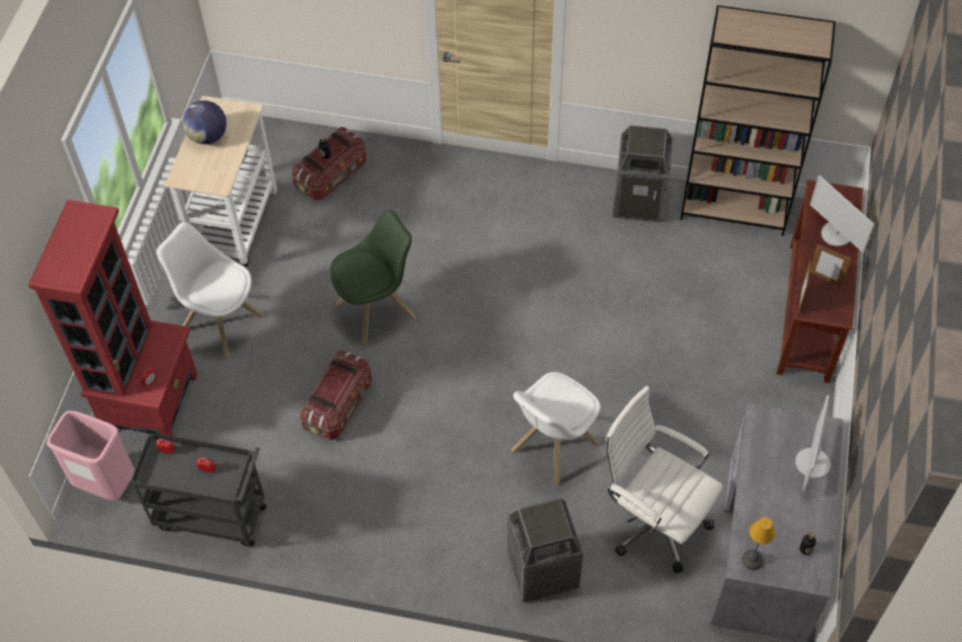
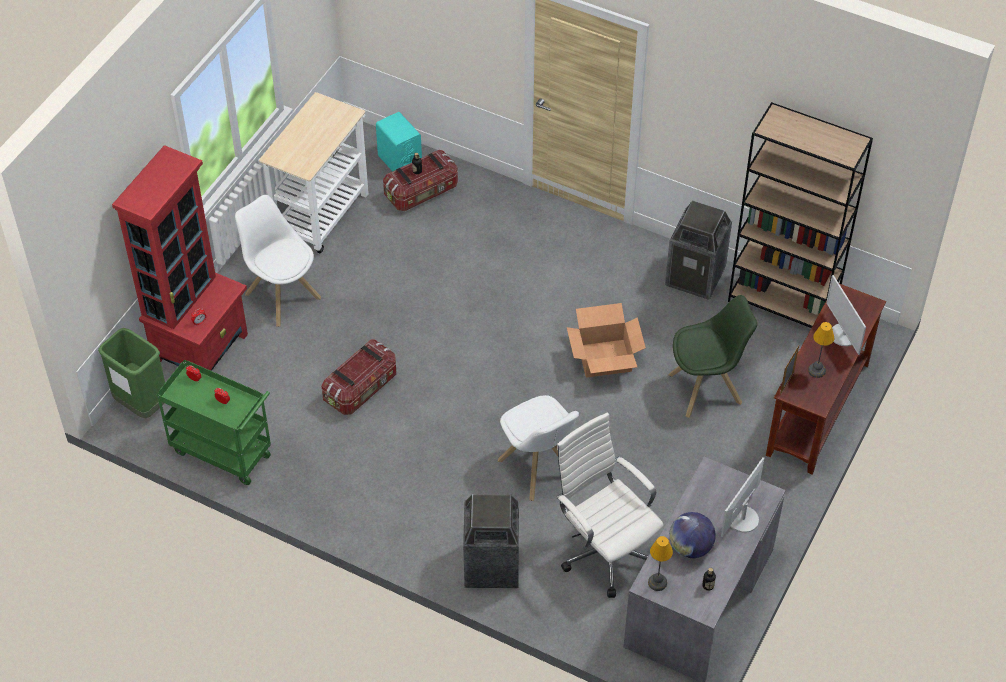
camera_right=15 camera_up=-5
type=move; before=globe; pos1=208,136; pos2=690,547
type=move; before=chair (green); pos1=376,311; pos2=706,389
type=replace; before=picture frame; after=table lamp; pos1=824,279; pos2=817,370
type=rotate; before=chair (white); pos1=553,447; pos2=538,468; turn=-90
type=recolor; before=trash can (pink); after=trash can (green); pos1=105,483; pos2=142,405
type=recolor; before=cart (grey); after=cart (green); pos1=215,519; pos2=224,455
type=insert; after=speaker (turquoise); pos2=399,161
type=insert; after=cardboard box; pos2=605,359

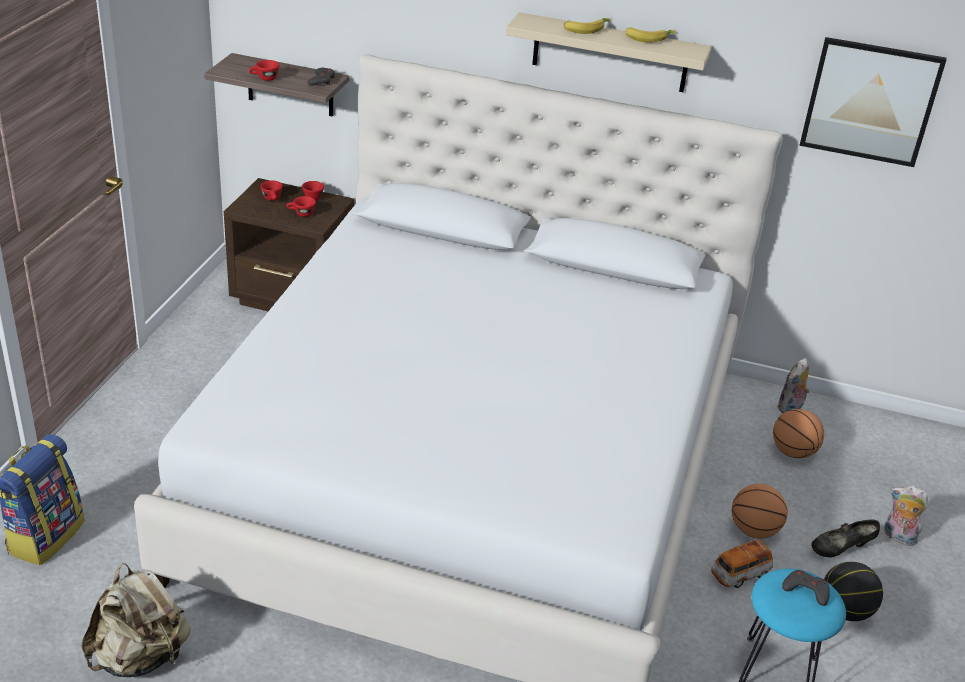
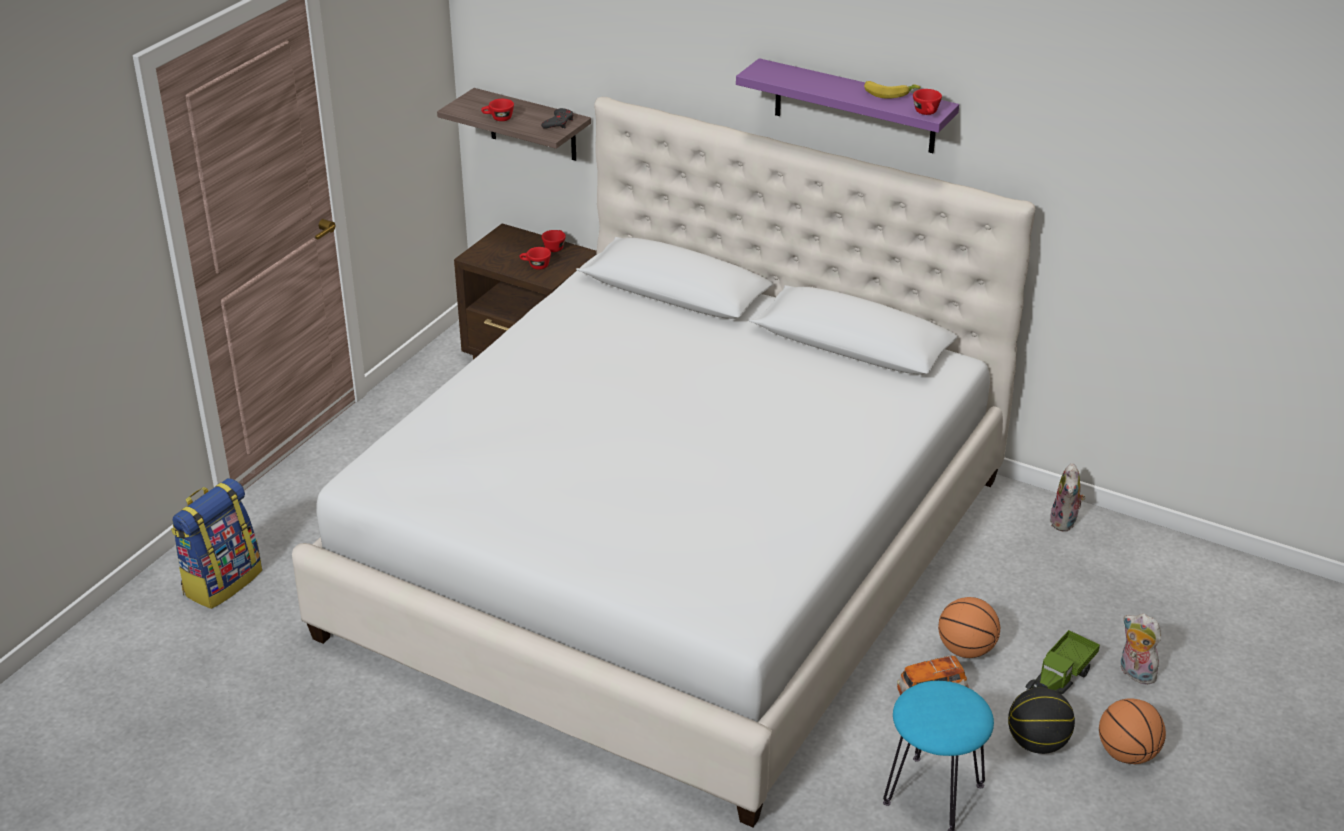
camera_right=15 camera_up=0
type=recolor; before=shelf (beige); after=shelf (purple); pos1=610,53; pos2=854,107
type=delete; before=banana; pos1=585,29
type=delete; before=picture; pos1=870,102
type=move; before=cup (red); pos1=273,199; pos2=927,113
type=rotate; before=plush toy; pos1=790,408; pos2=1065,522; turn=-45
type=move; before=basketball; pos1=793,452; pos2=1127,754
type=replace; before=shoe (black); after=toy truck; pos1=841,549; pos2=1060,680
type=delete; before=backpack (beige); pos1=140,657
type=delete; before=game controller (grey); pos1=806,590

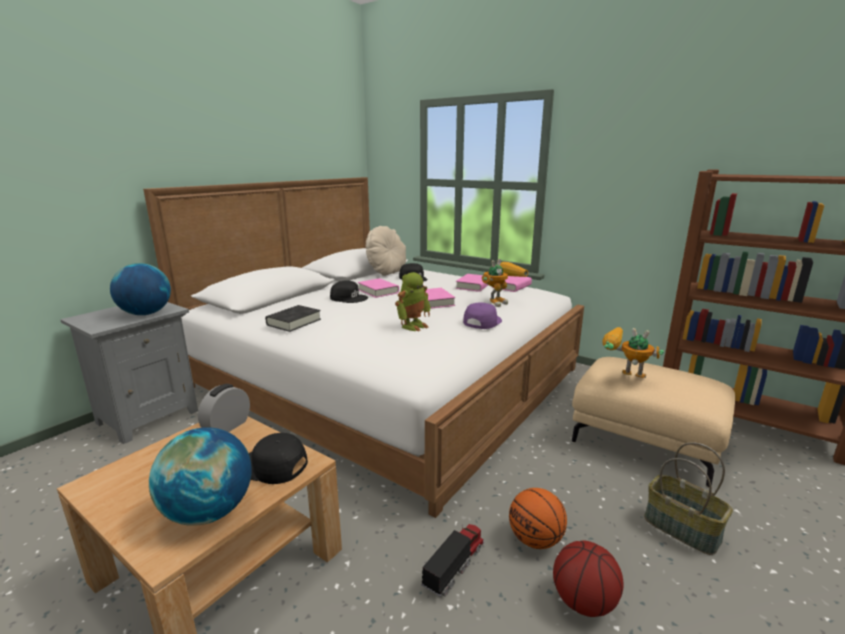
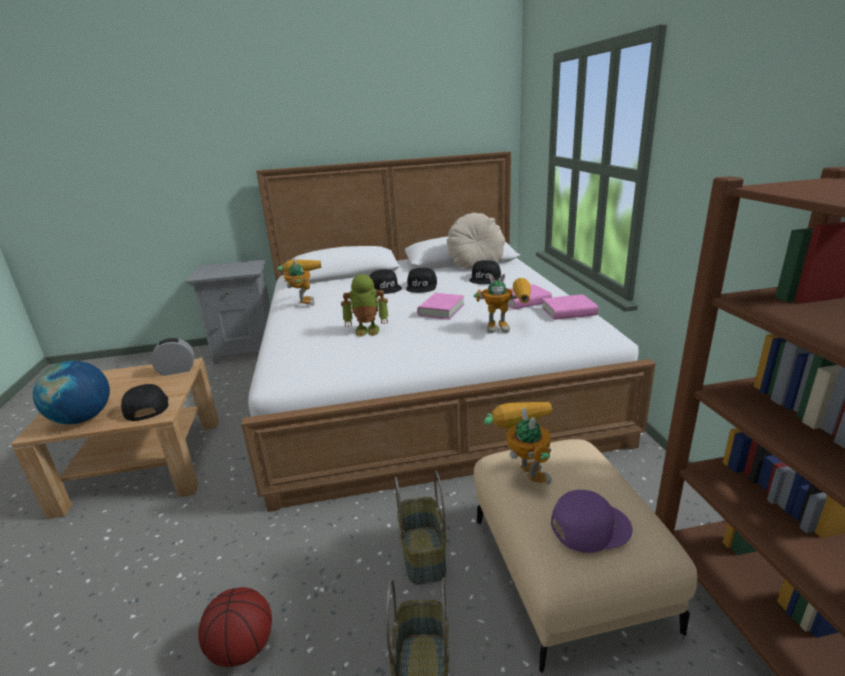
camera_right=45 camera_up=5
type=delete; before=globe; pos1=146,314
type=replace; before=book (pink); after=cap (black); pos1=378,291; pos2=422,286
type=move; before=cap (purple); pos1=481,321; pos2=589,526
type=replace; before=book (black); after=toy robot; pos1=294,322; pos2=303,301
type=delete; before=basketball; pos1=535,539
type=delete; before=toy truck; pos1=455,565
type=insert; after=basket; pos2=424,555

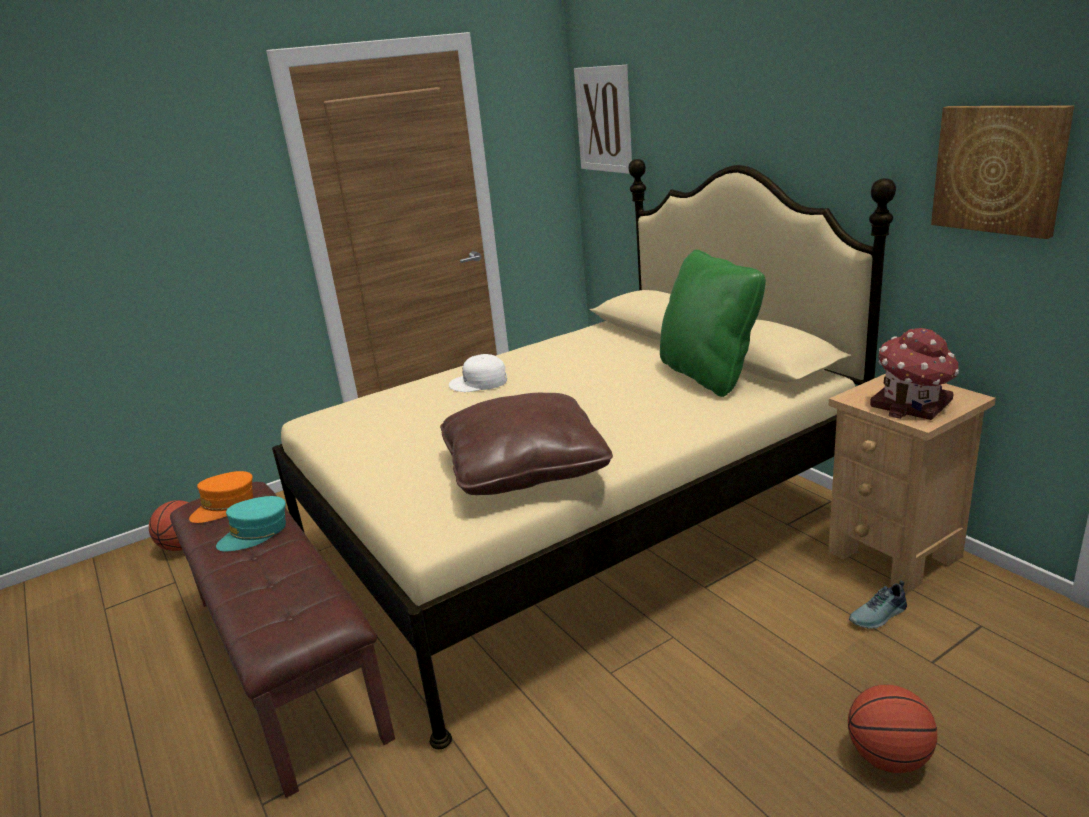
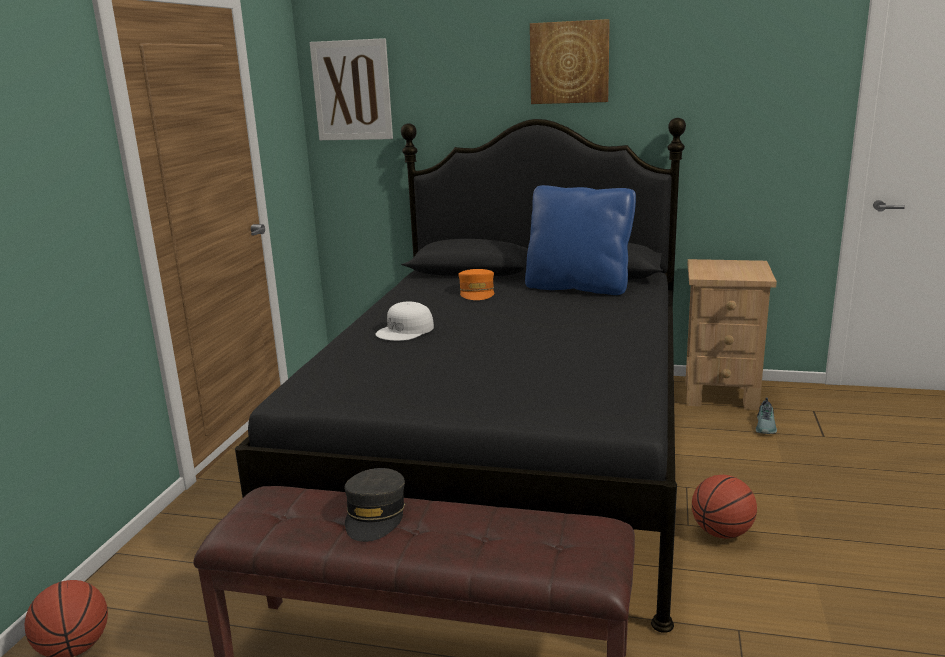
camera_right=-45 camera_up=-5
type=move; before=picture; pos1=999,169; pos2=569,62
type=recolor; before=bed (beige); after=bed (black); pos1=577,530; pos2=507,456
type=recolor; before=pillow (green); after=pillow (blue); pos1=708,375; pos2=578,287
type=delete; before=toy house; pos1=912,405
type=delete; before=pillow (brown); pos1=525,468
type=move; before=cap (orange); pos1=225,506; pos2=477,293
type=recolor; before=cap (turquoise); after=cap (grey); pos1=255,533; pos2=375,515
type=move; before=basketball; pos1=888,757; pos2=721,532

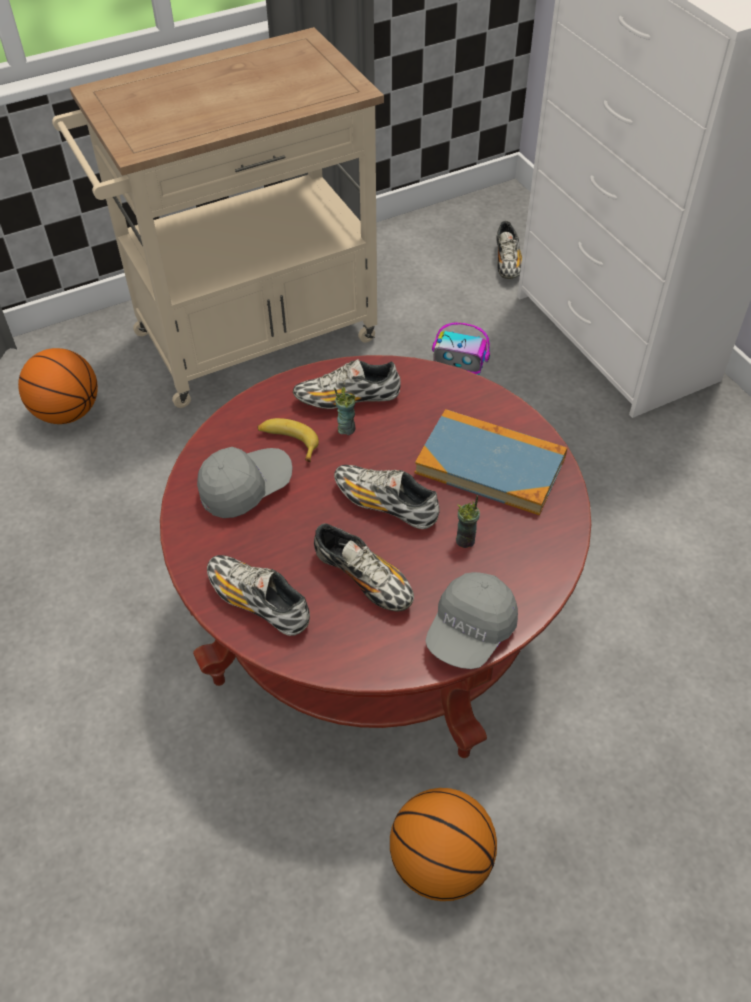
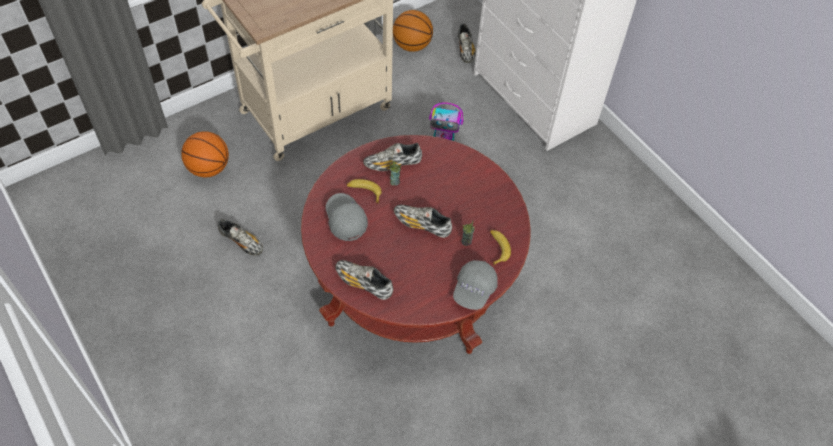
camera_right=-10 camera_up=5
type=delete; before=book; pos1=490,465
type=rotate; before=cap (grey); pos1=245,488; pos2=345,220; turn=-75
type=move; before=shoe; pos1=364,579; pos2=242,242
type=move; before=basketball; pos1=441,863; pos2=412,46
type=insert; after=banana; pos2=497,248

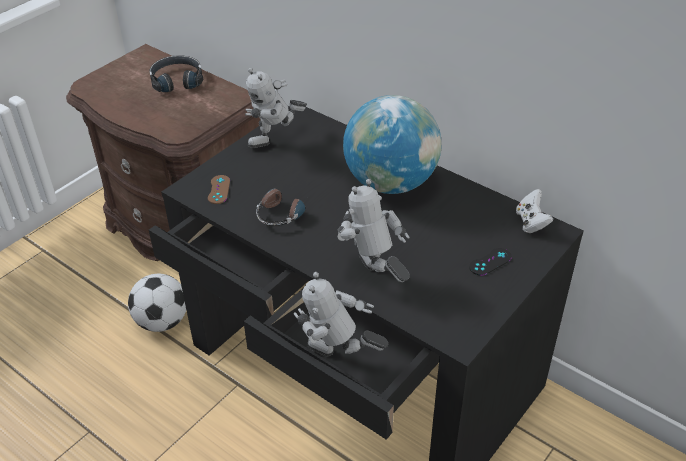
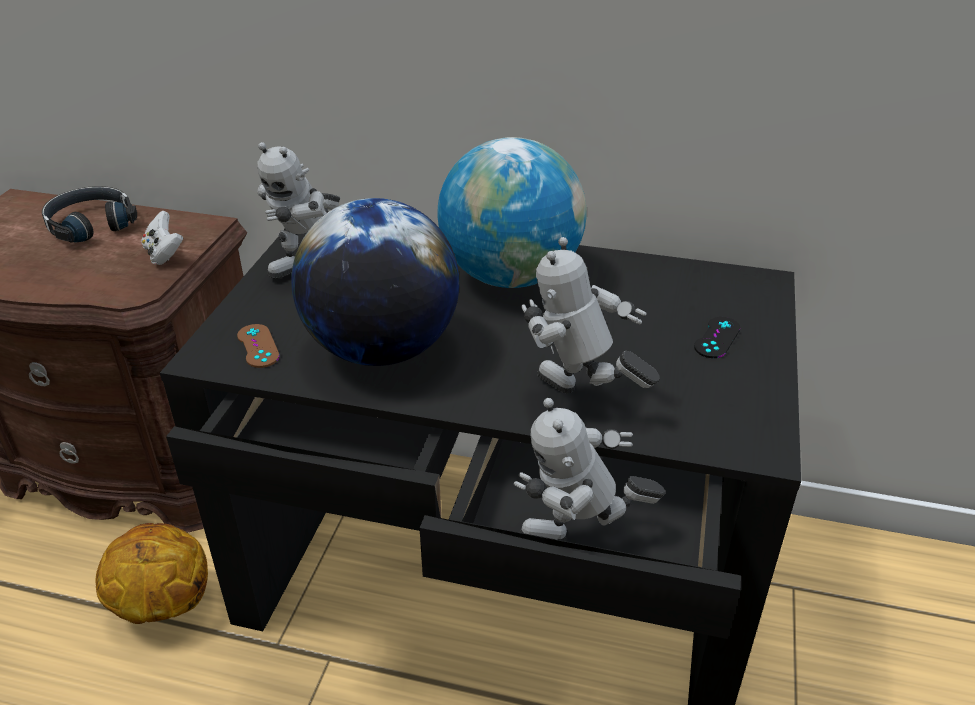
camera_right=-25 camera_up=-5
type=replace; before=headphones; after=globe; pos1=284,211; pos2=382,349
type=move; before=game controller (white); pos1=531,222; pos2=164,254
type=replace; before=football; after=basketball; pos1=162,321; pos2=162,605

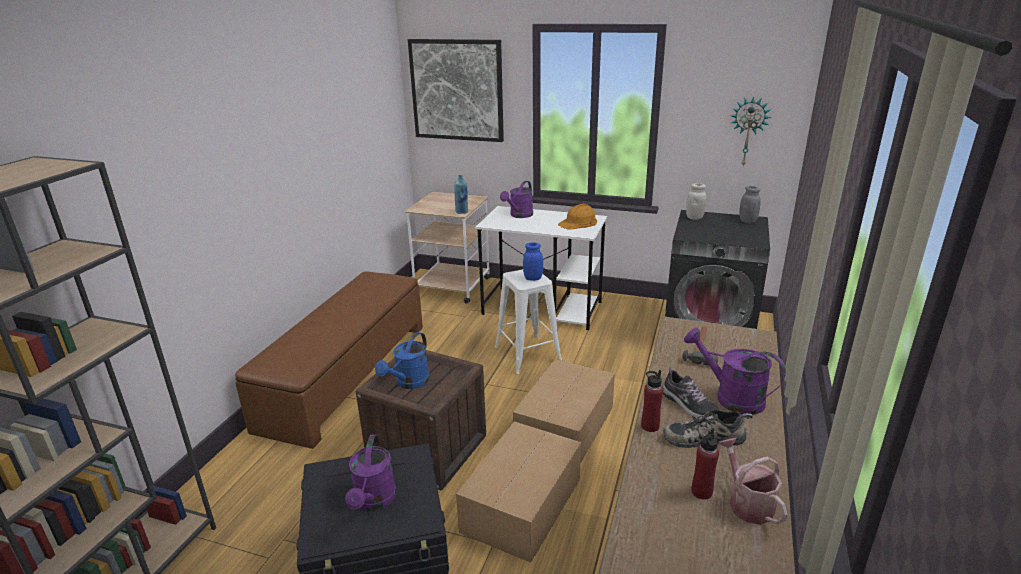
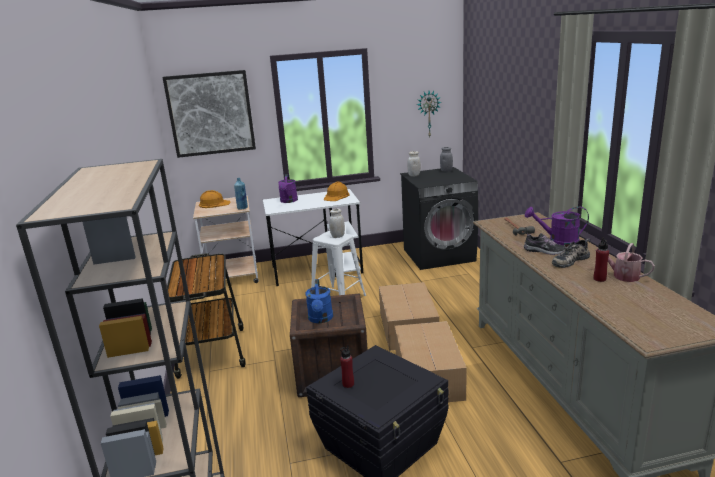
camera_right=-30 camera_up=-5
type=recolor; before=jar (blue); after=jar (white); pos1=533,278; pos2=337,236
type=replace; before=bench (brown); after=cart; pos1=346,373; pos2=212,354
type=move; before=bottle (red); pos1=650,426; pos2=348,384
type=delete; before=watering can (purple); pos1=374,501
type=insert; after=hard hat (orange); pos2=214,204

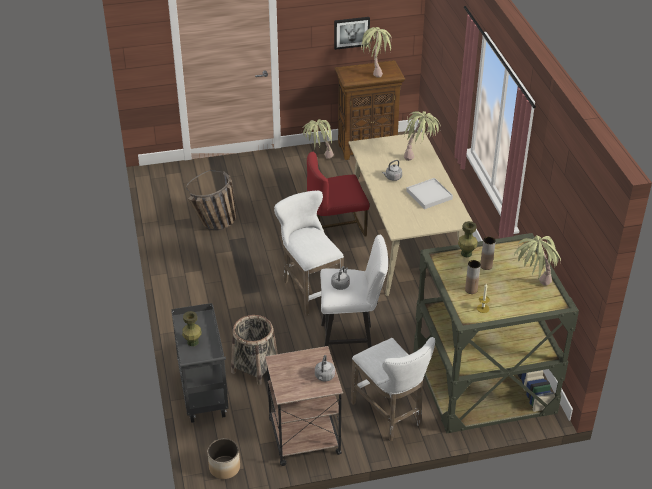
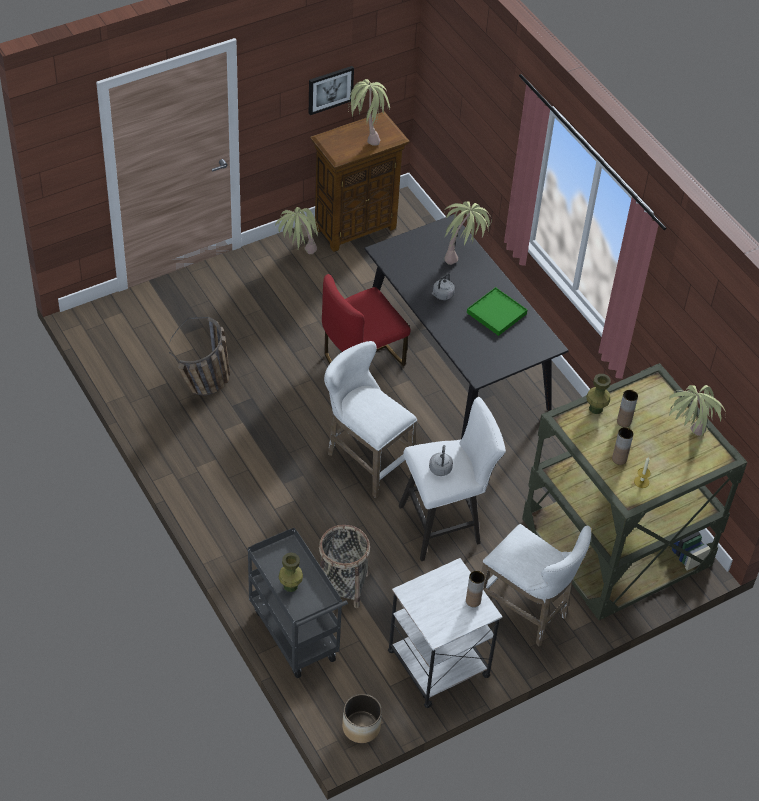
camera_right=-20 camera_up=10
type=recolor; before=dining table (beige); after=dining table (black); pos1=405,242; pos2=457,364
type=recolor; before=tray (white); after=tray (green); pos1=429,195; pos2=496,313
type=recolor; before=cart (brown); after=cart (white); pos1=303,437; pos2=437,665
type=replace; before=kettle (grey); after=vase (brown); pos1=324,377; pos2=473,601

